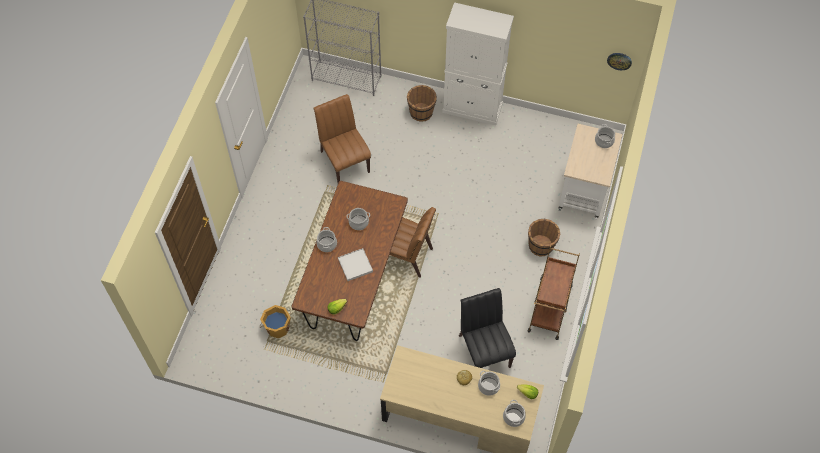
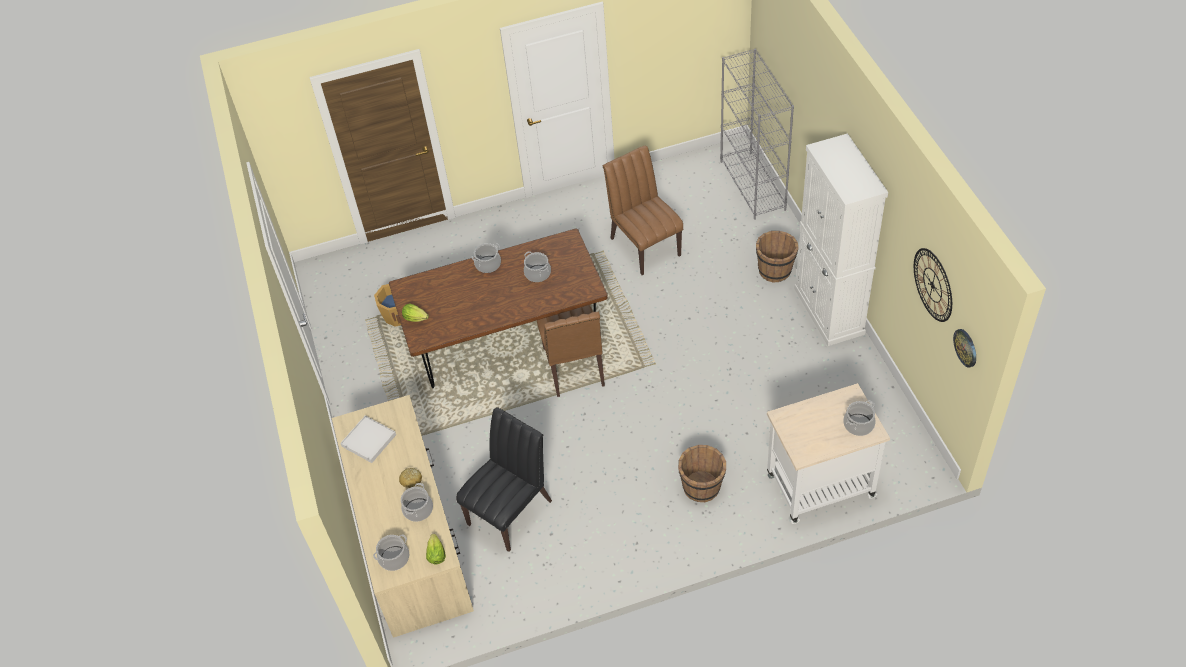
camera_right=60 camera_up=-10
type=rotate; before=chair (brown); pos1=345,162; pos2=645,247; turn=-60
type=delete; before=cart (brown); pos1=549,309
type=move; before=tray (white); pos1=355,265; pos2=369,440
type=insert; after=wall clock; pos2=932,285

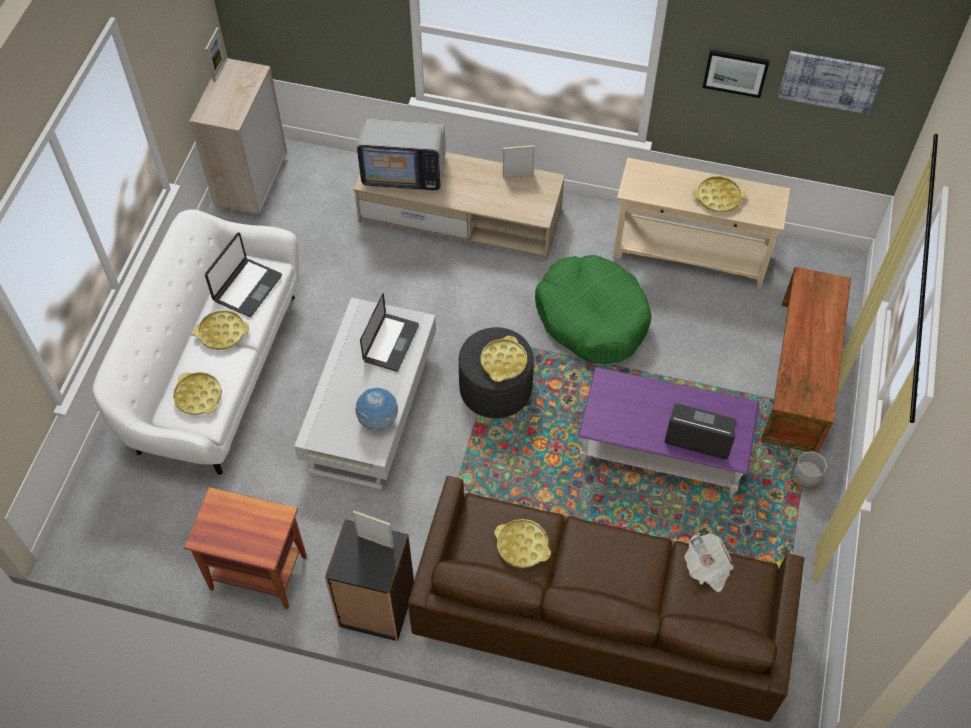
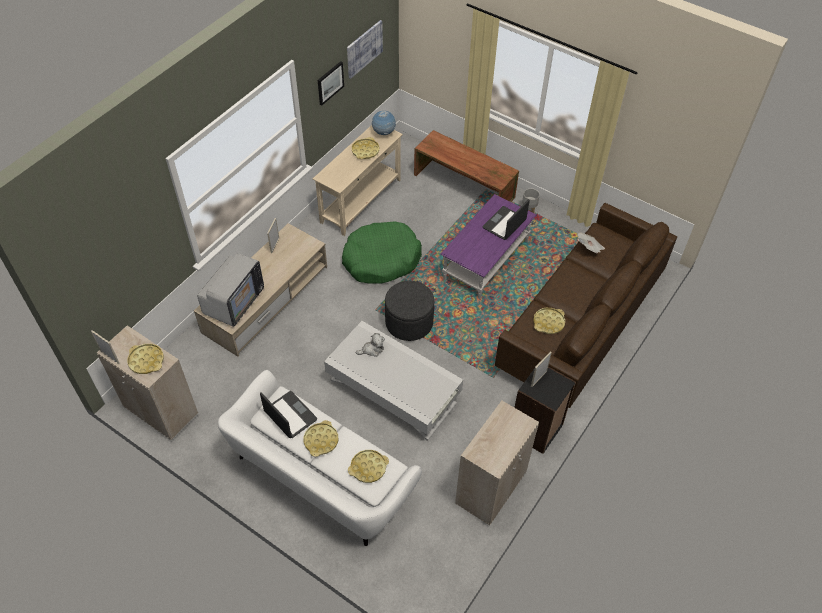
camera_right=-70 camera_up=-5
type=replace; before=laptop; after=plush toy; pos1=391,343; pos2=372,349
type=move; before=tray (yellow); pos1=503,362; pos2=146,361
type=move; before=globe; pos1=378,420; pos2=384,133
type=replace; before=nightstand; after=cabinet (beige); pos1=257,573; pos2=490,491

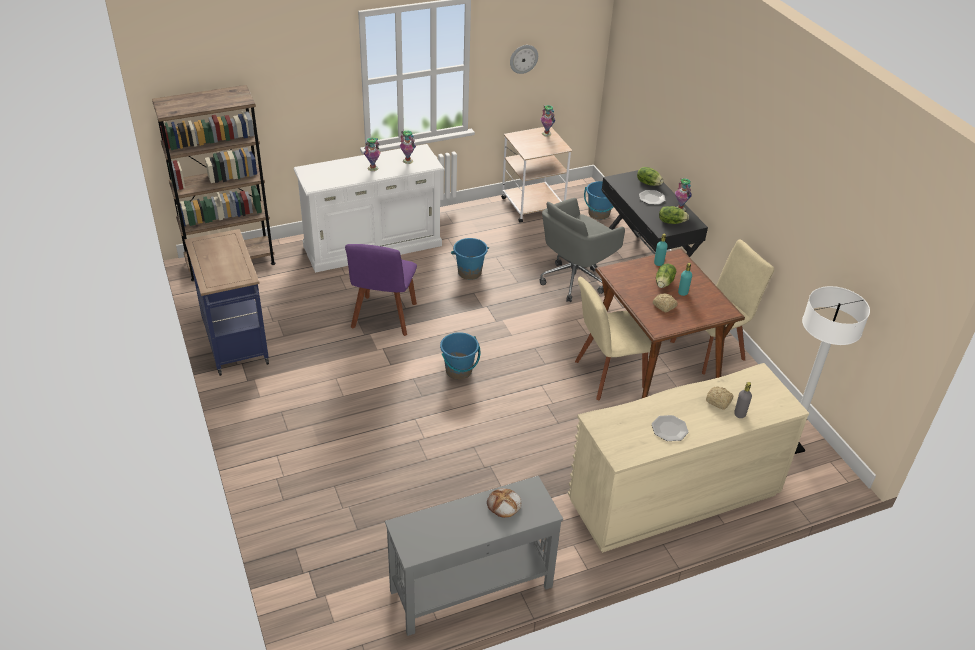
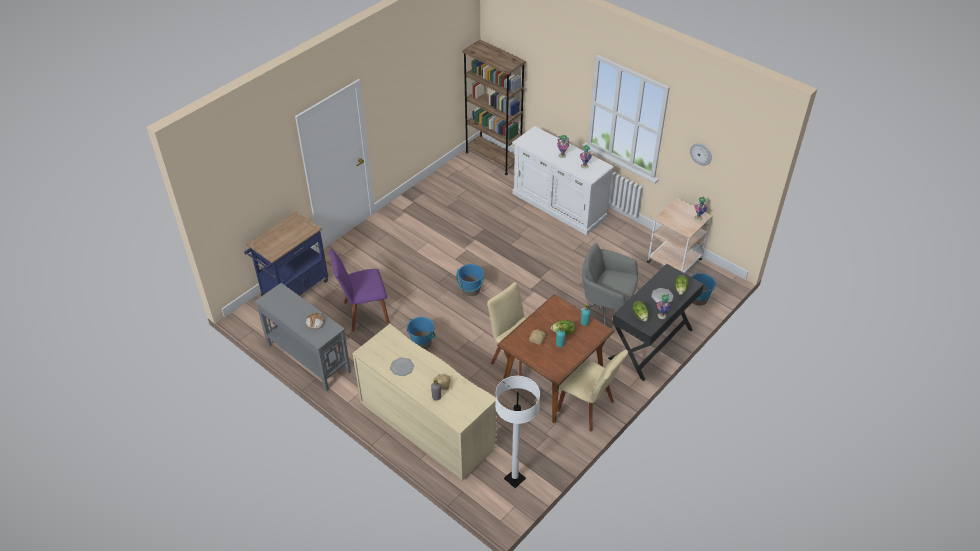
camera_right=65 camera_up=5
type=move; before=cart (blue); pos1=236,345; pos2=293,290
type=move; before=bucket (blue); pos1=469,272; pos2=422,343
type=move; before=chair (purple); pos1=383,318; pos2=363,313

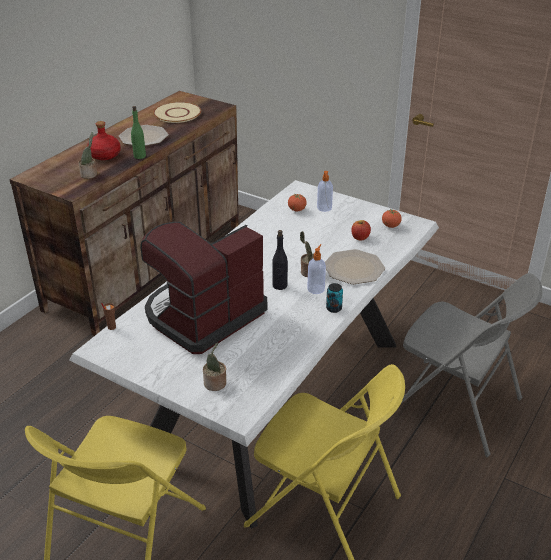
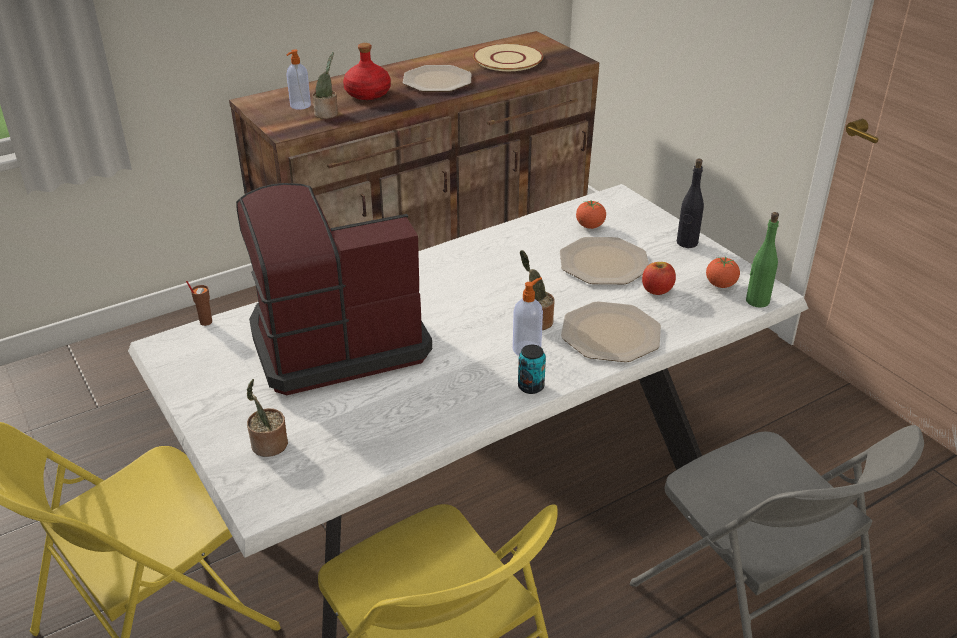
camera_right=25 camera_up=0
type=move; before=bottle (green); pos1=139,156; pos2=757,301
type=move; before=soap dispenser; pos1=324,208; pos2=300,106
type=move; before=bottle (black); pos1=280,286; pos2=687,243
type=insert; after=plate; pos2=602,263

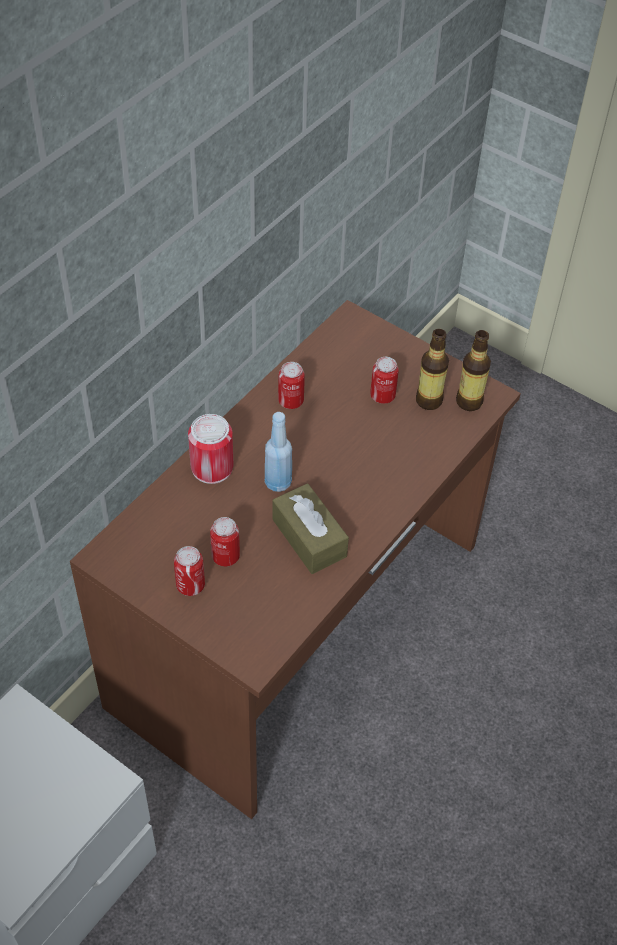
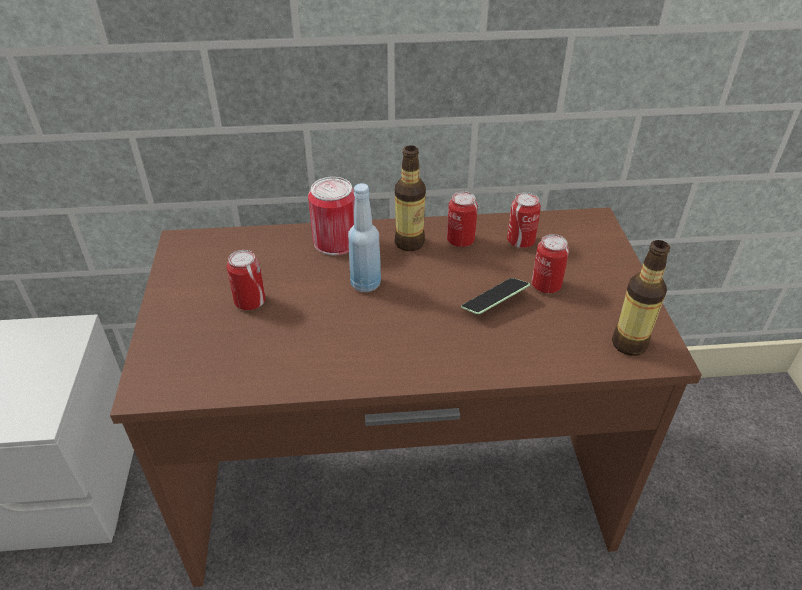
camera_right=50 camera_up=-10
type=move; before=bottle; pos1=429,400; pos2=409,243
type=delete; before=tissue box (brown); pos1=309,538
type=move; before=can; pos1=190,585; pos2=520,241
type=insert; after=phone; pos2=494,303

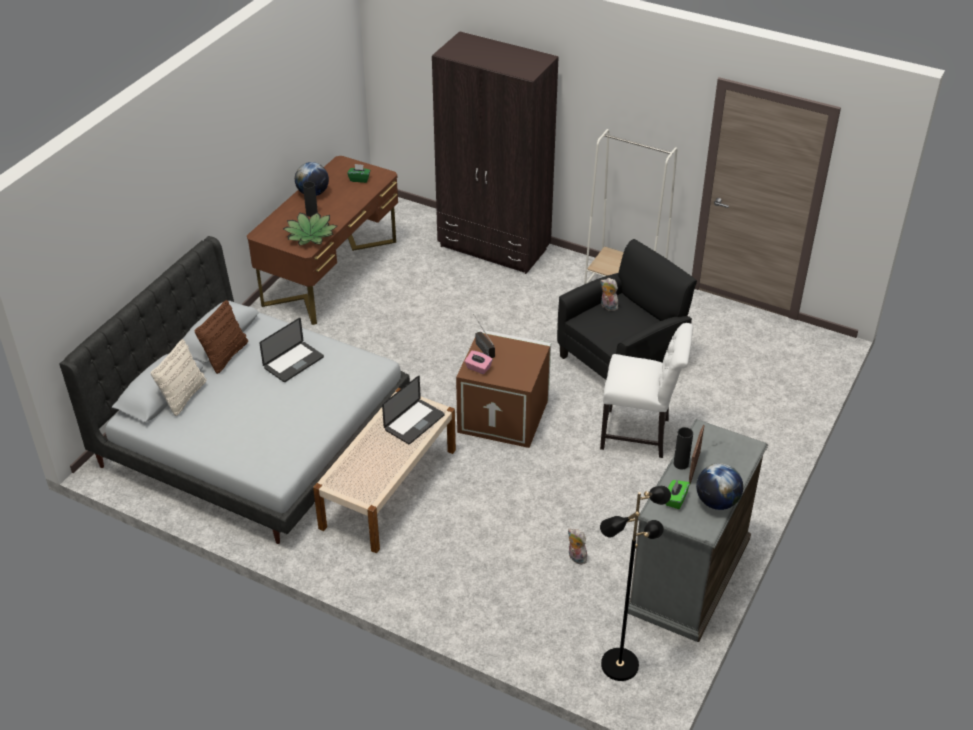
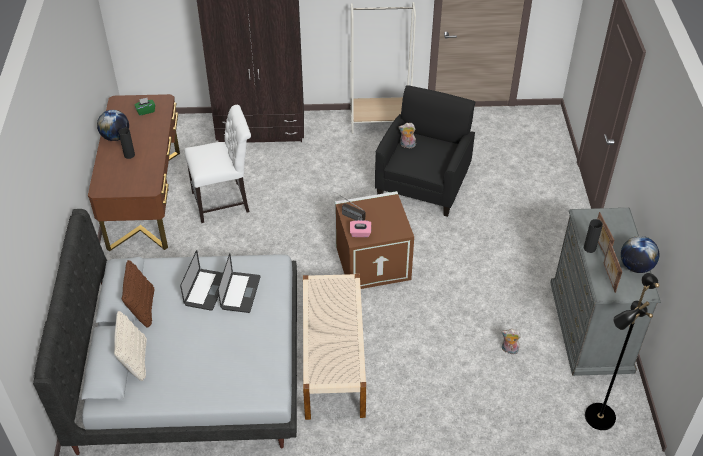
camera_right=-30 camera_up=5
type=delete; before=potted plant; pos1=310,235
type=move; before=chair (white); pos1=640,435; pos2=225,202
type=move; before=laptop; pos1=414,422; pos2=240,293
type=replace; before=tissue box (green); after=picture frame; pos1=675,499; pos2=608,277

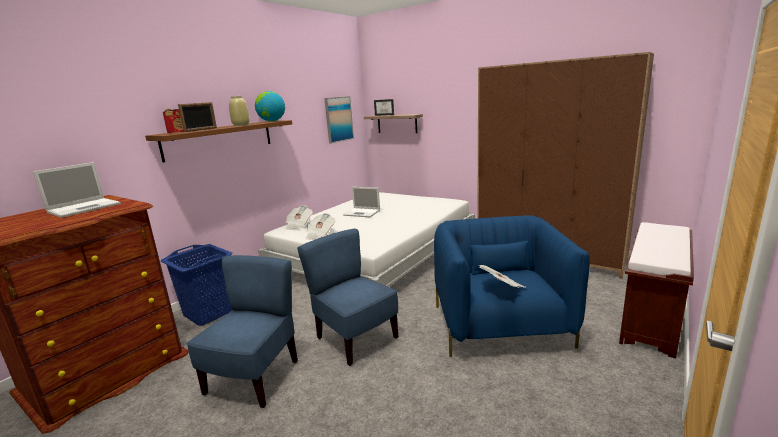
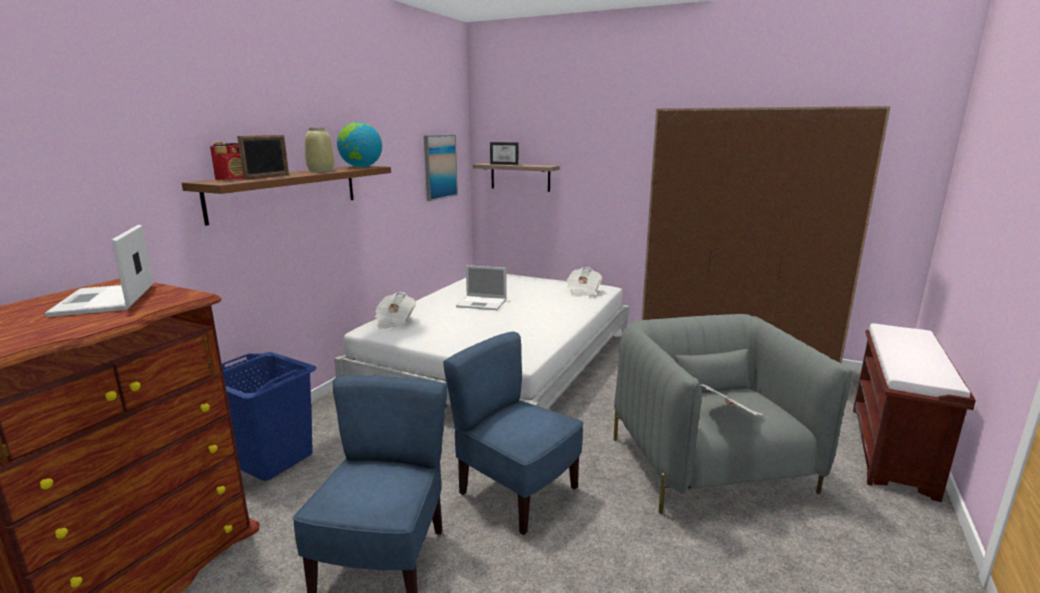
camera_right=-10 camera_up=0
type=rotate; before=laptop; pos1=85,208; pos2=105,301; turn=135
type=move; before=newspaper; pos1=320,235; pos2=582,292
type=recolor; before=armchair (blue); after=armchair (grey); pos1=500,325; pos2=710,464

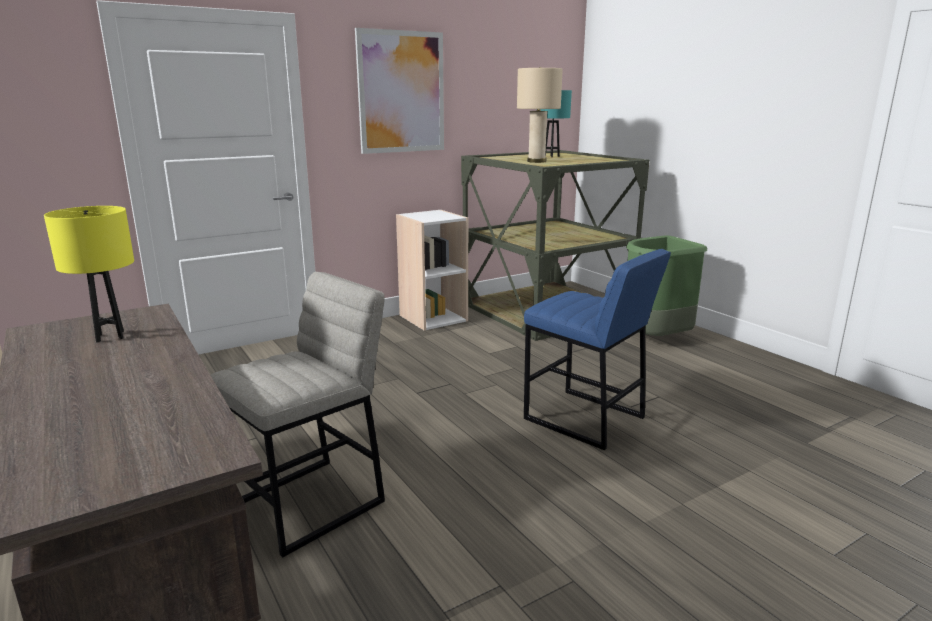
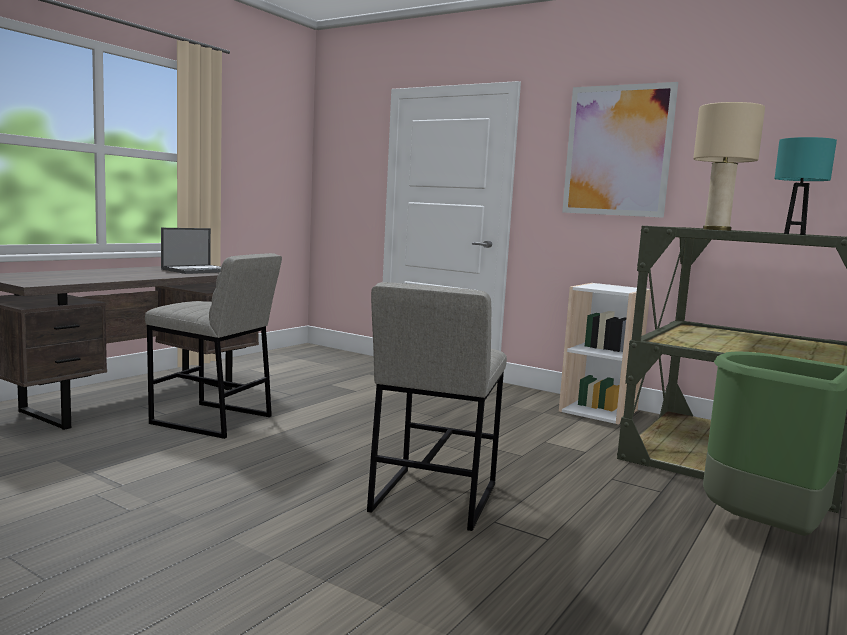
camera_right=65 camera_up=-10
type=replace; before=table lamp (yellow); after=laptop; pos1=109,336; pos2=198,270
type=recolor; before=chair (blue); after=chair (grey); pos1=587,419; pos2=433,499

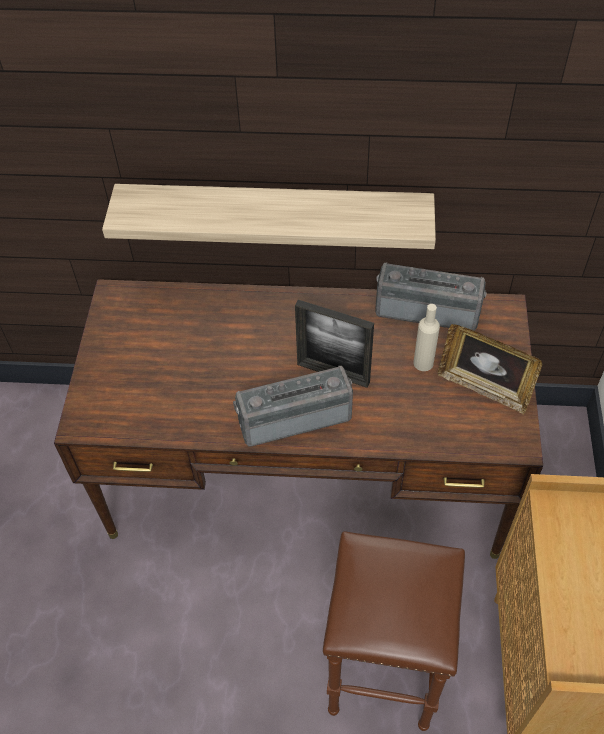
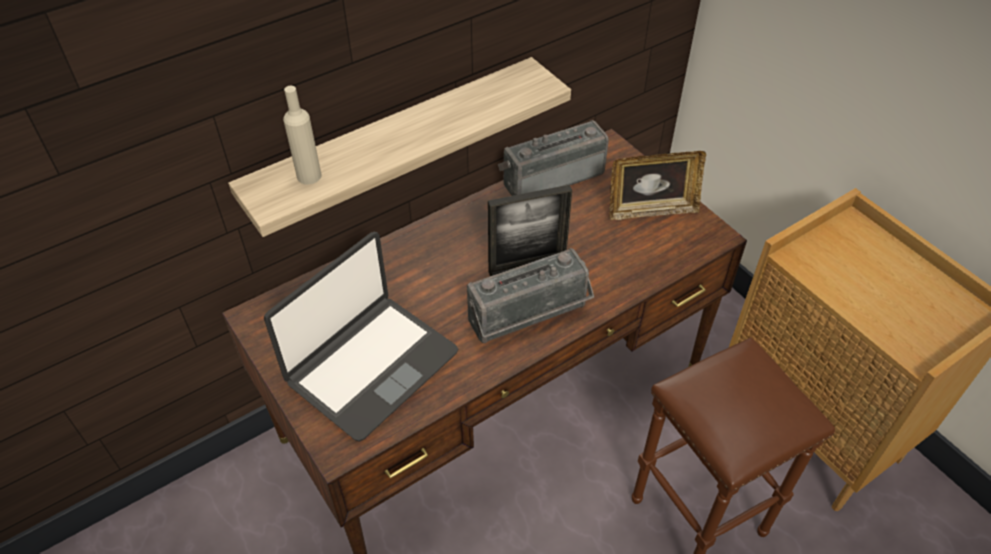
camera_right=-40 camera_up=-5
type=move; before=bottle (beige); pos1=423,363; pos2=309,176
type=rotate; before=radio; pos1=294,416; pos2=529,318; turn=-150
type=insert; after=laptop; pos2=371,366

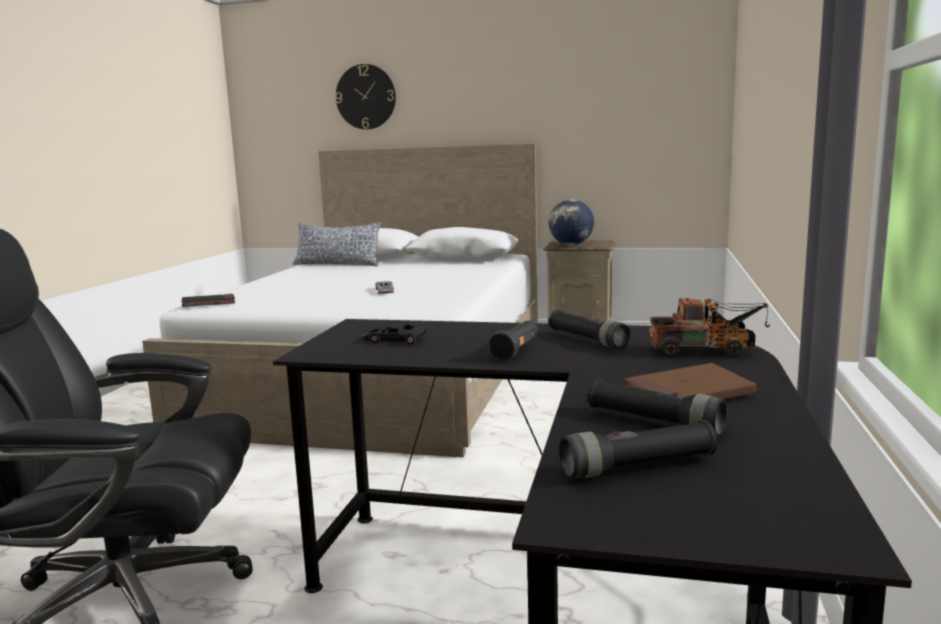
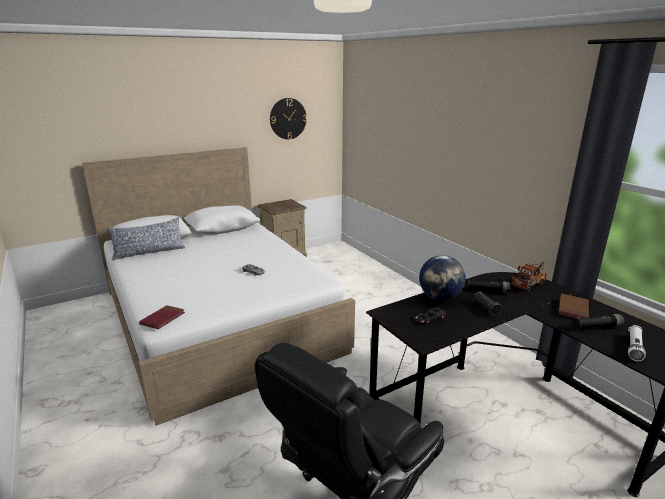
camera_right=-45 camera_up=10
type=move; before=wall clock; pos1=366,97; pos2=288,118
type=move; before=globe; pos1=571,245; pos2=440,298
type=recolor; before=book (black); after=book (red); pos1=208,303; pos2=162,319
type=recolor; before=flashlight (black); after=flashlight (white); pos1=638,467; pos2=634,348

